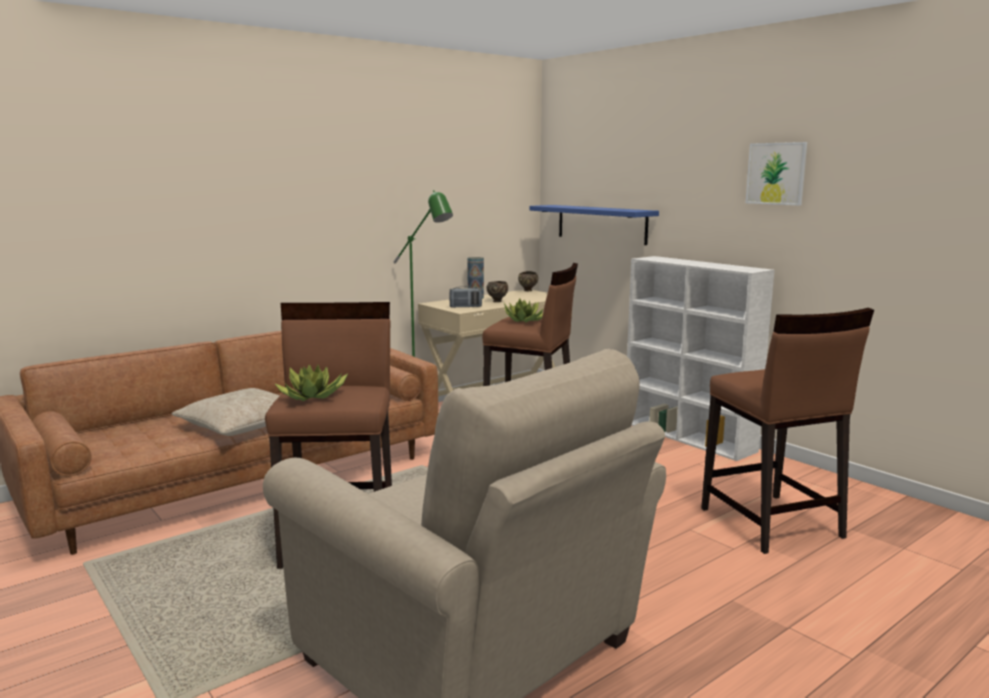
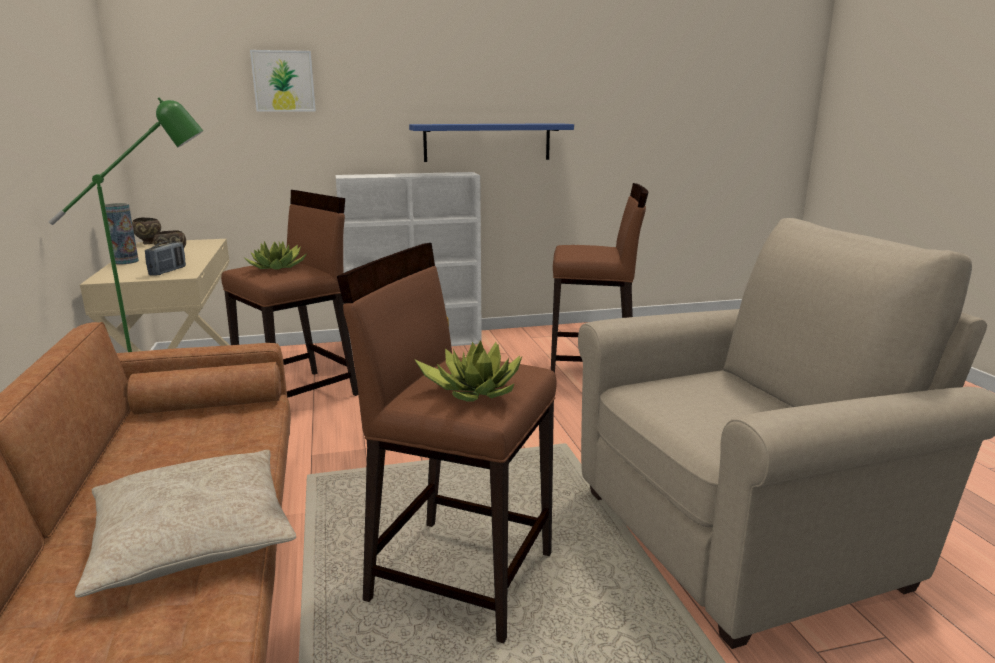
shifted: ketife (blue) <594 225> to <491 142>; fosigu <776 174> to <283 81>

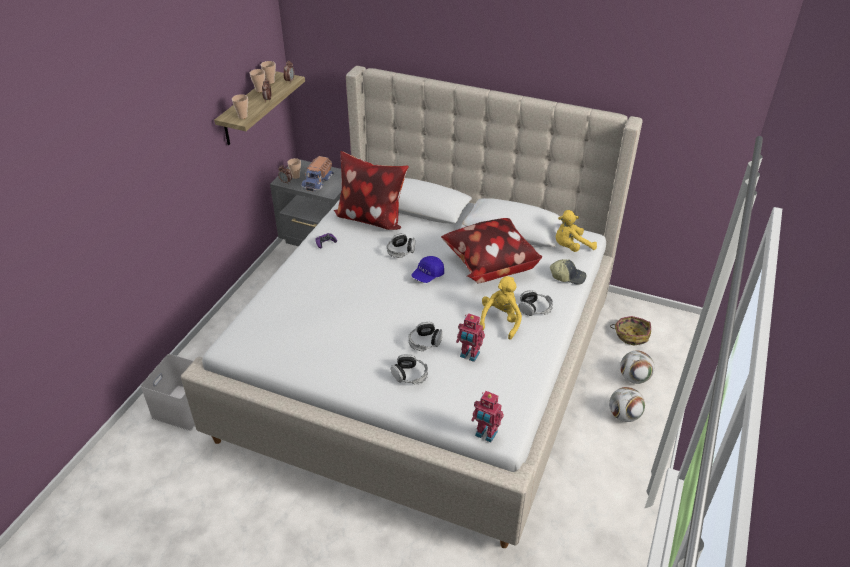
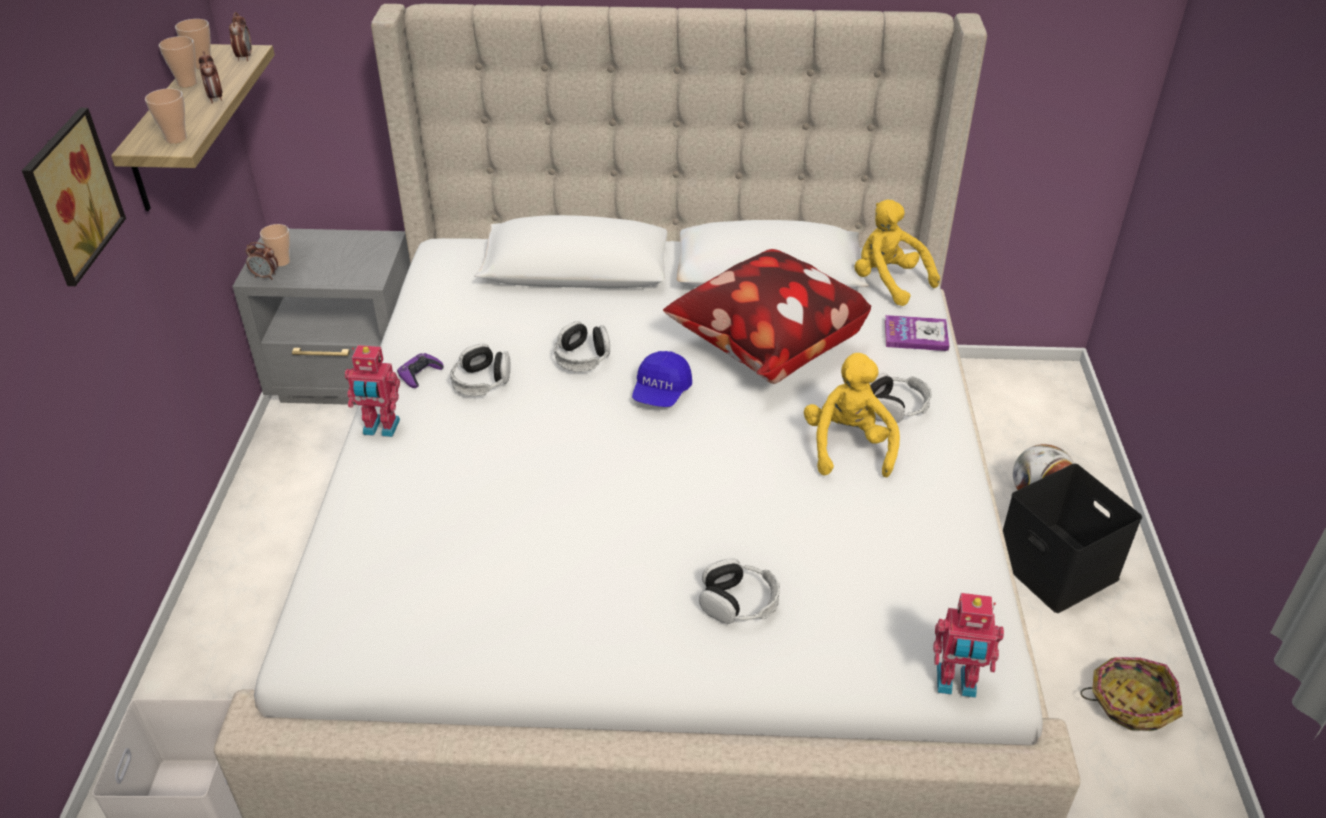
gone: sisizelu <317 174>; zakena <371 190>
new: fosigu <74 197>
shifted: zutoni <426 336> to <480 369>; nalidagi <470 337> to <372 391>; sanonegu <630 331> to <1131 694>
swapped: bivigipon <568 272> to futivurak <917 333>; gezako <627 404> to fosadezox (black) <1072 538>
rotated: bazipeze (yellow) <576 231> = <897 252> 90 degrees clockwise

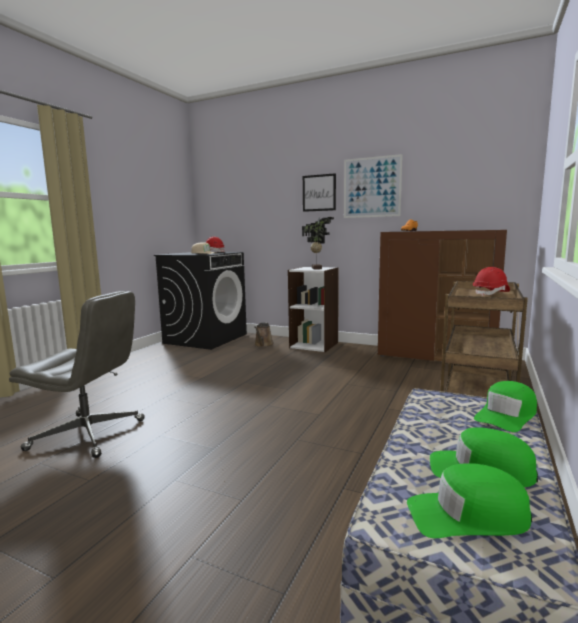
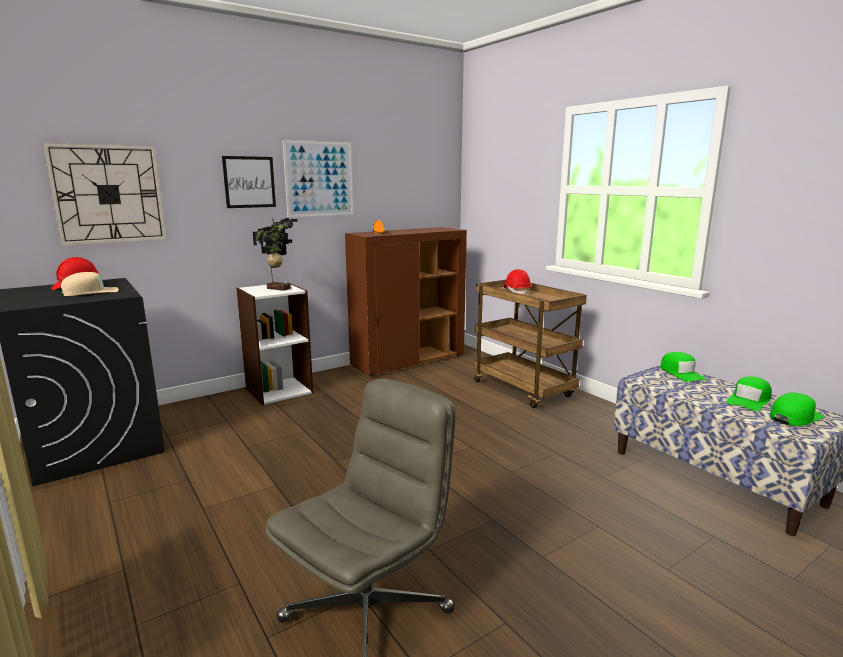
gone: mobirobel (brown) <264 334>
new: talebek <105 194>
rotated: bivigipon (green) <469 500> = <797 409> 150 degrees counterclockwise

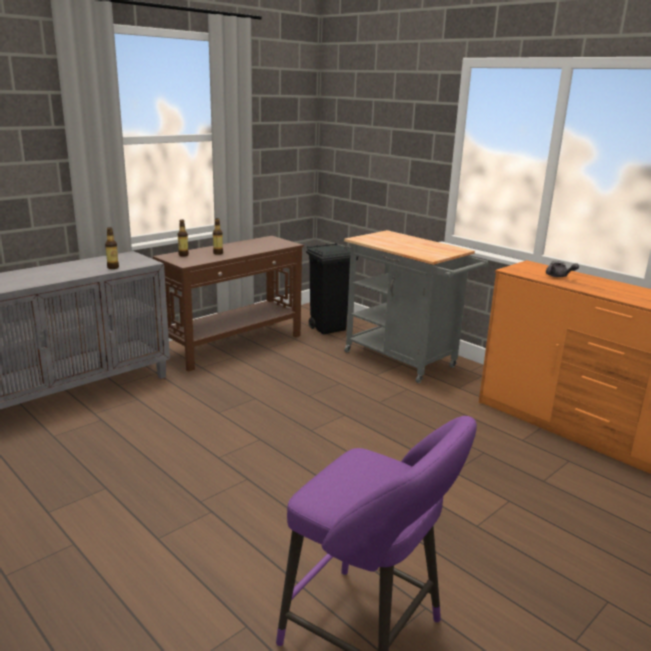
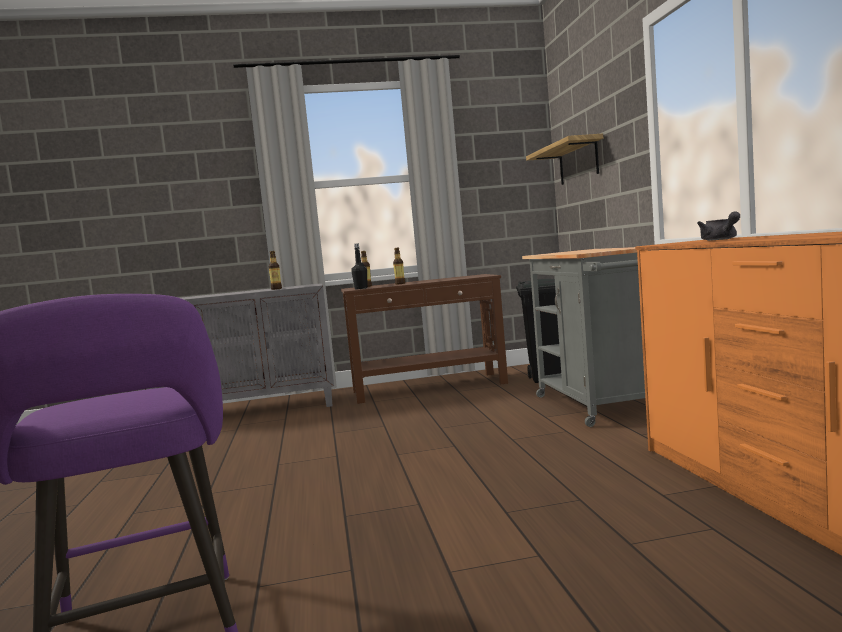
new: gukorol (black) <359 266>; ketife <564 159>

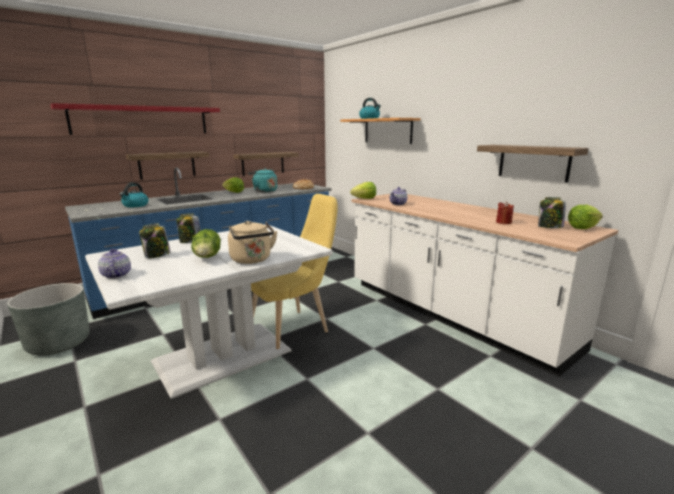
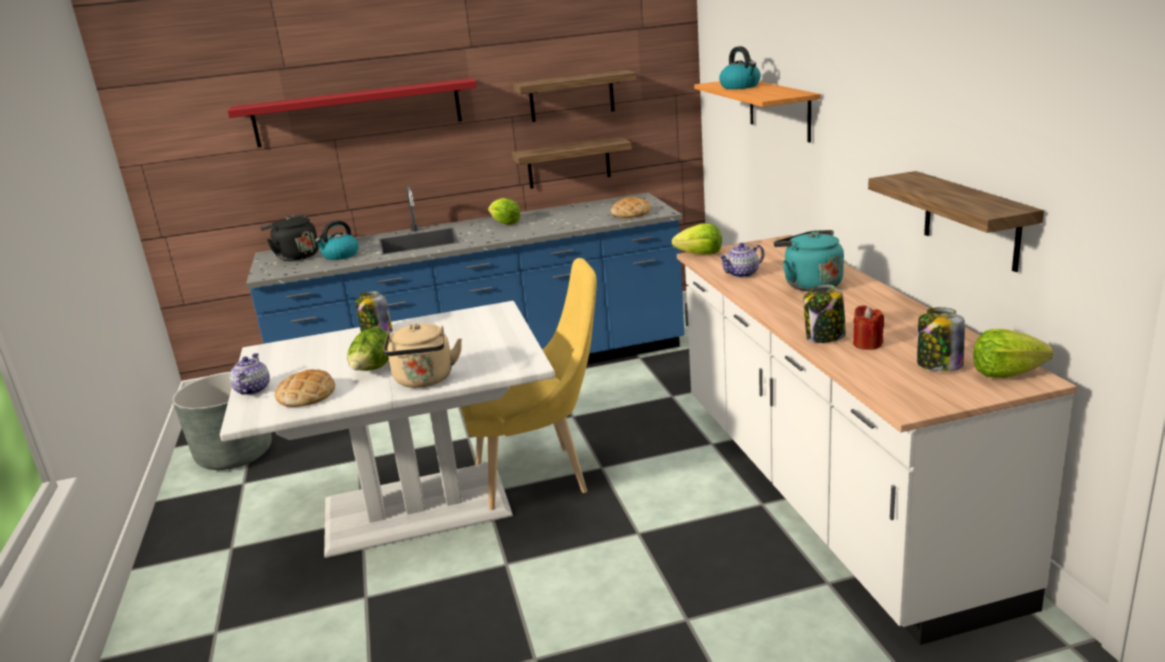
new: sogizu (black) <289 237>; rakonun <305 388>
shifted: ketife <167 166> to <574 96>; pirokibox <155 240> to <825 313>; sogizu (turquoise) <262 180> to <809 261>

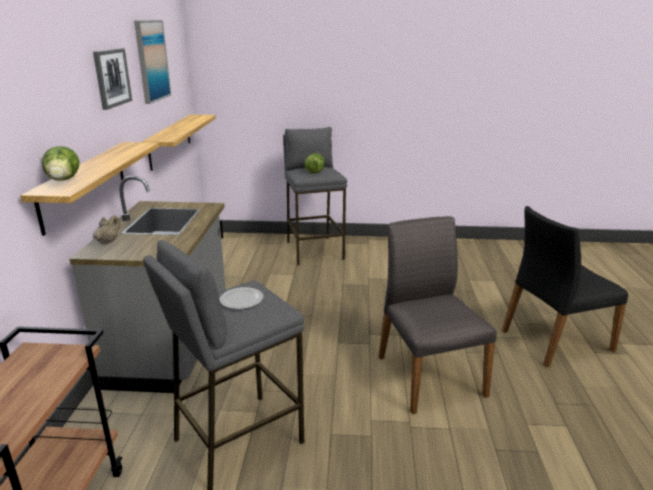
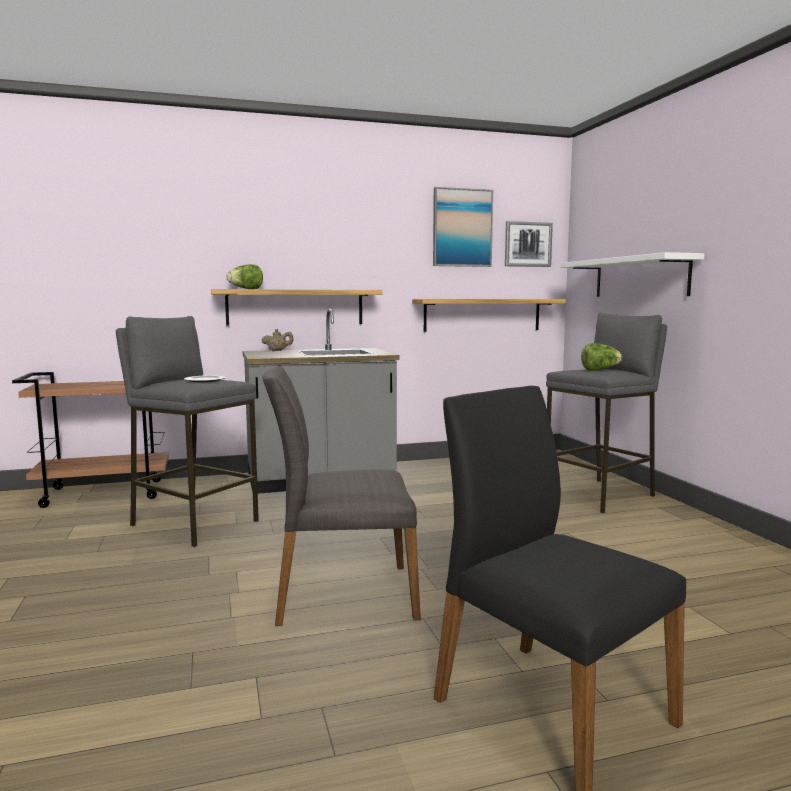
new: ketife (white) <632 274>
shifted: fosigu <112 79> to <529 244>
rotated: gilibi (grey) <437 315> = <342 496> 150 degrees counterclockwise

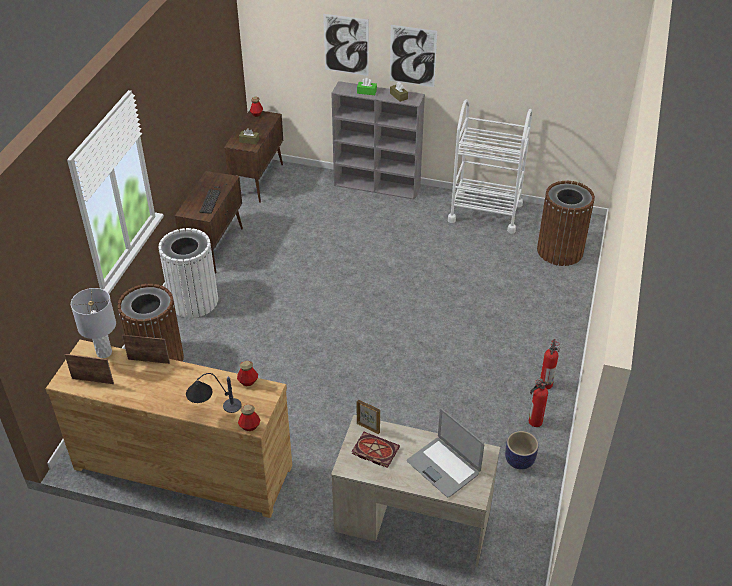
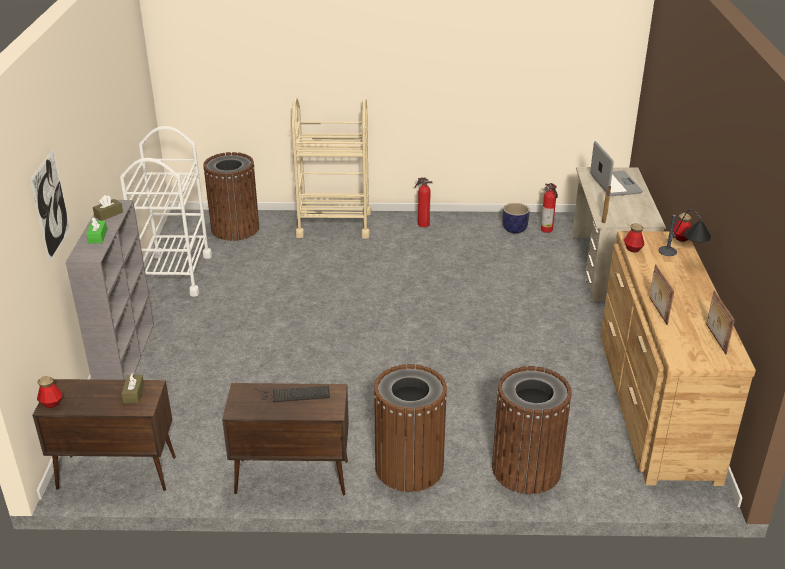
gone: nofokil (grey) <93 323>; futivurak <376 450>; fosigu <413 56>
new: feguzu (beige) <332 168>
shifted: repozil <540 402> to <549 208>
repainted: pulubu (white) <188 273> to pulubu (brown) <410 428>
rotated: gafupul <445 453> = <616 168> 45 degrees counterclockwise

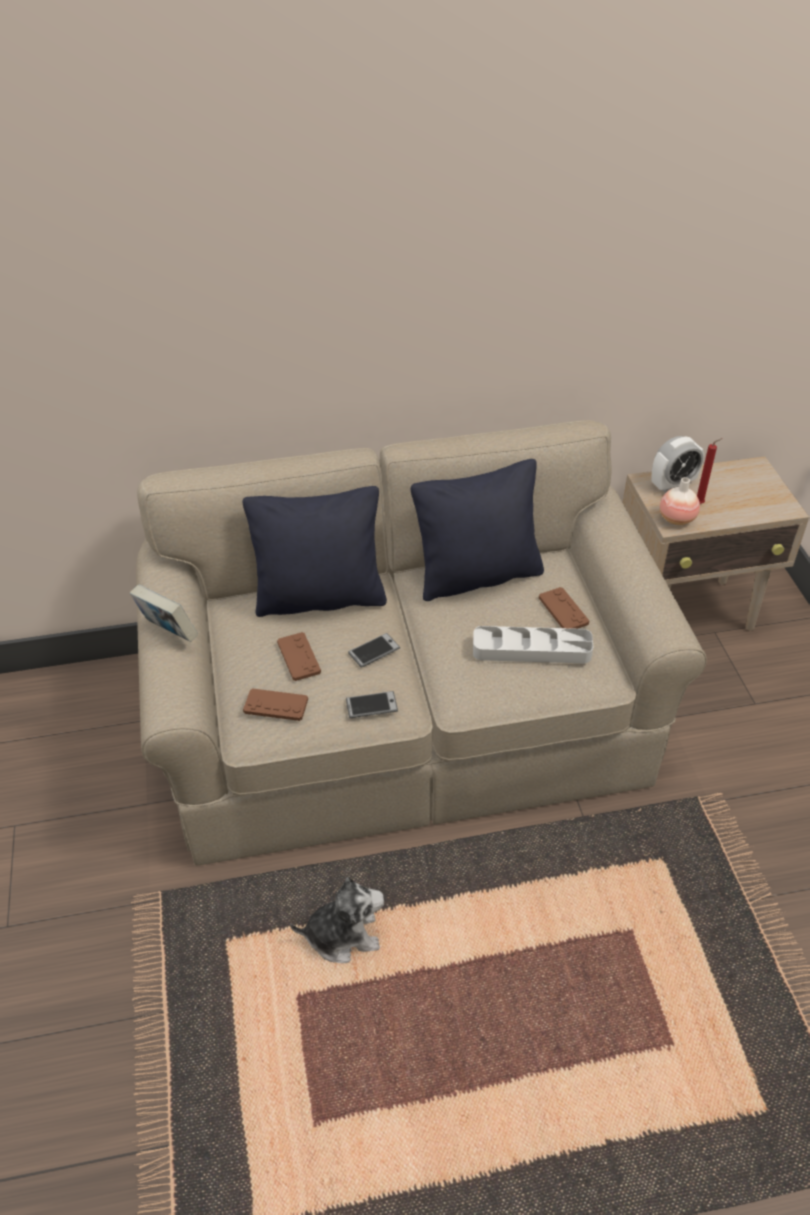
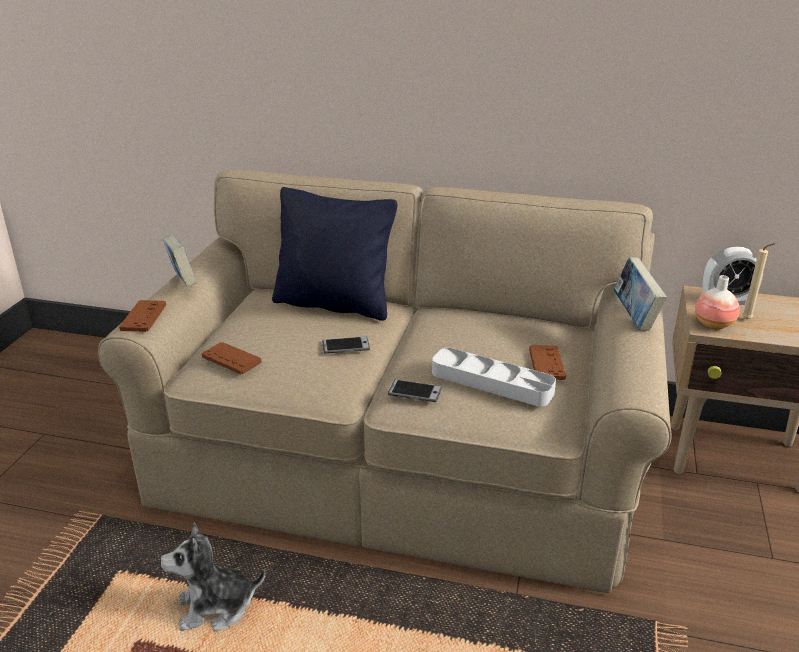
gone: zakena (black) <477 530>
new: futivurak <640 294>
shifted: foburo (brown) <299 656> to <142 316>; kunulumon <372 704> to <415 390>
repainted: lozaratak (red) <709 471> to lozaratak (beige) <758 281>
rotated: bazipeze <337 920> = <212 577> 150 degrees clockwise

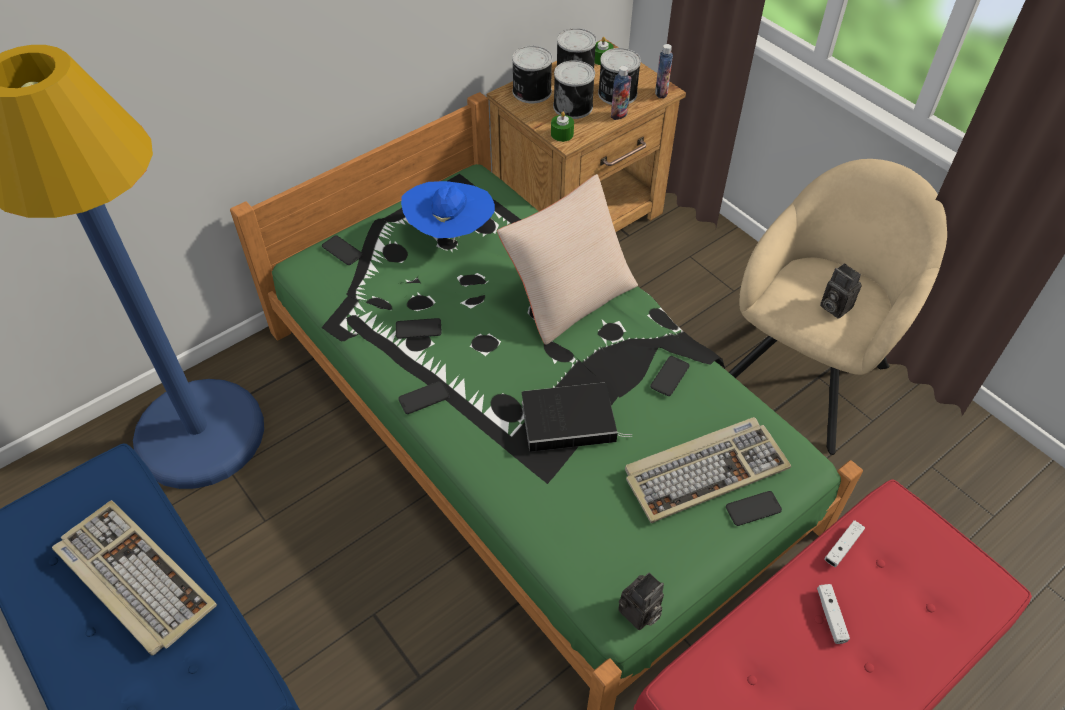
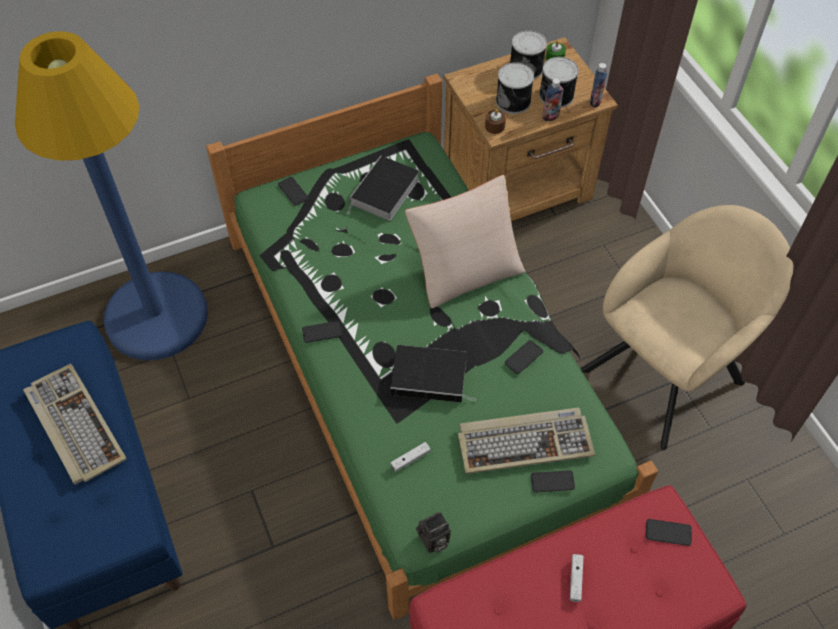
gone: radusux <532 74>; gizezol <841 291>
shifted: kunulumon <419 328> to <669 532>; foburo (white) <844 543> to <410 457>
swapped: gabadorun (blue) <448 212> to futivurak <383 188>
repainted: lozaratak (green) <562 127> to lozaratak (brown) <495 121>

